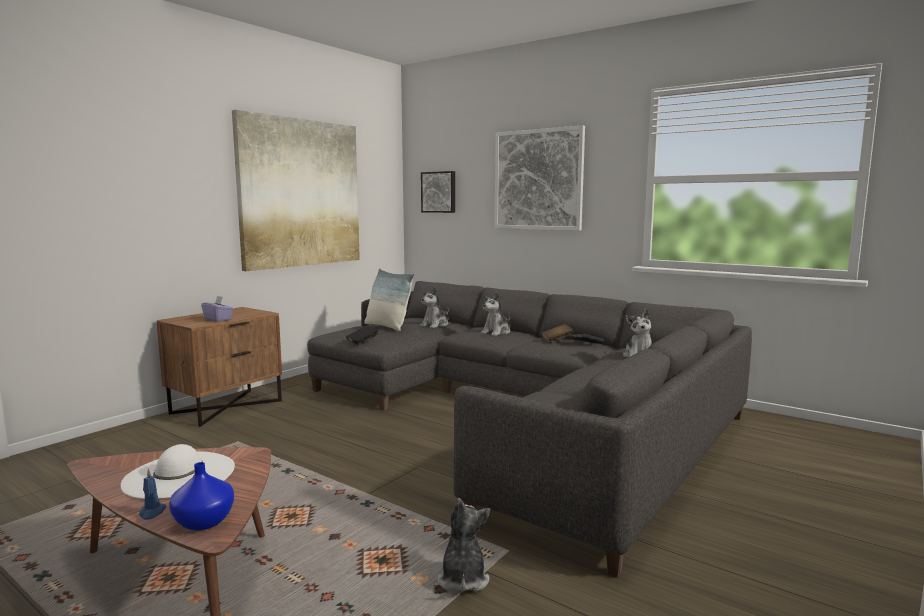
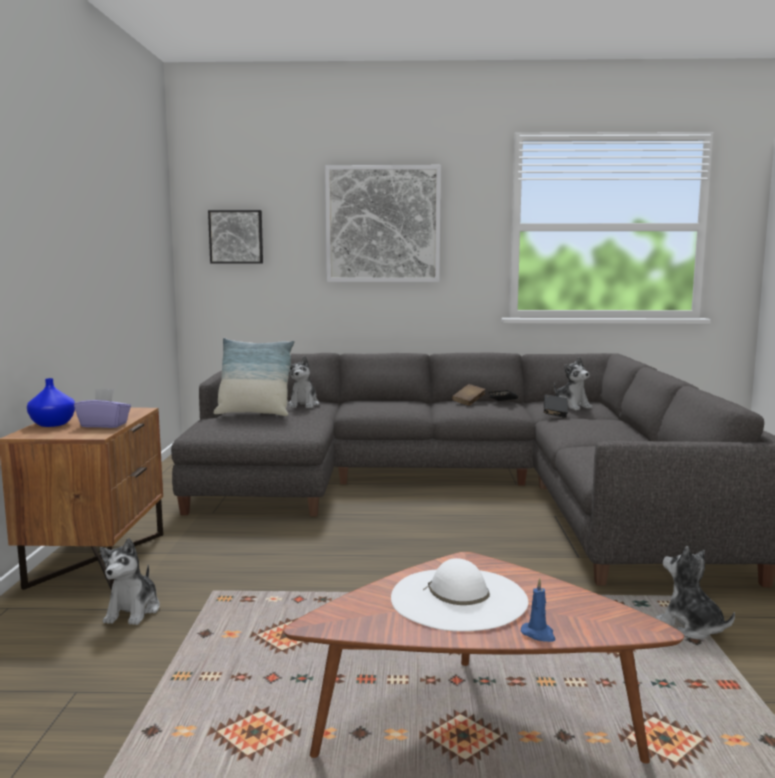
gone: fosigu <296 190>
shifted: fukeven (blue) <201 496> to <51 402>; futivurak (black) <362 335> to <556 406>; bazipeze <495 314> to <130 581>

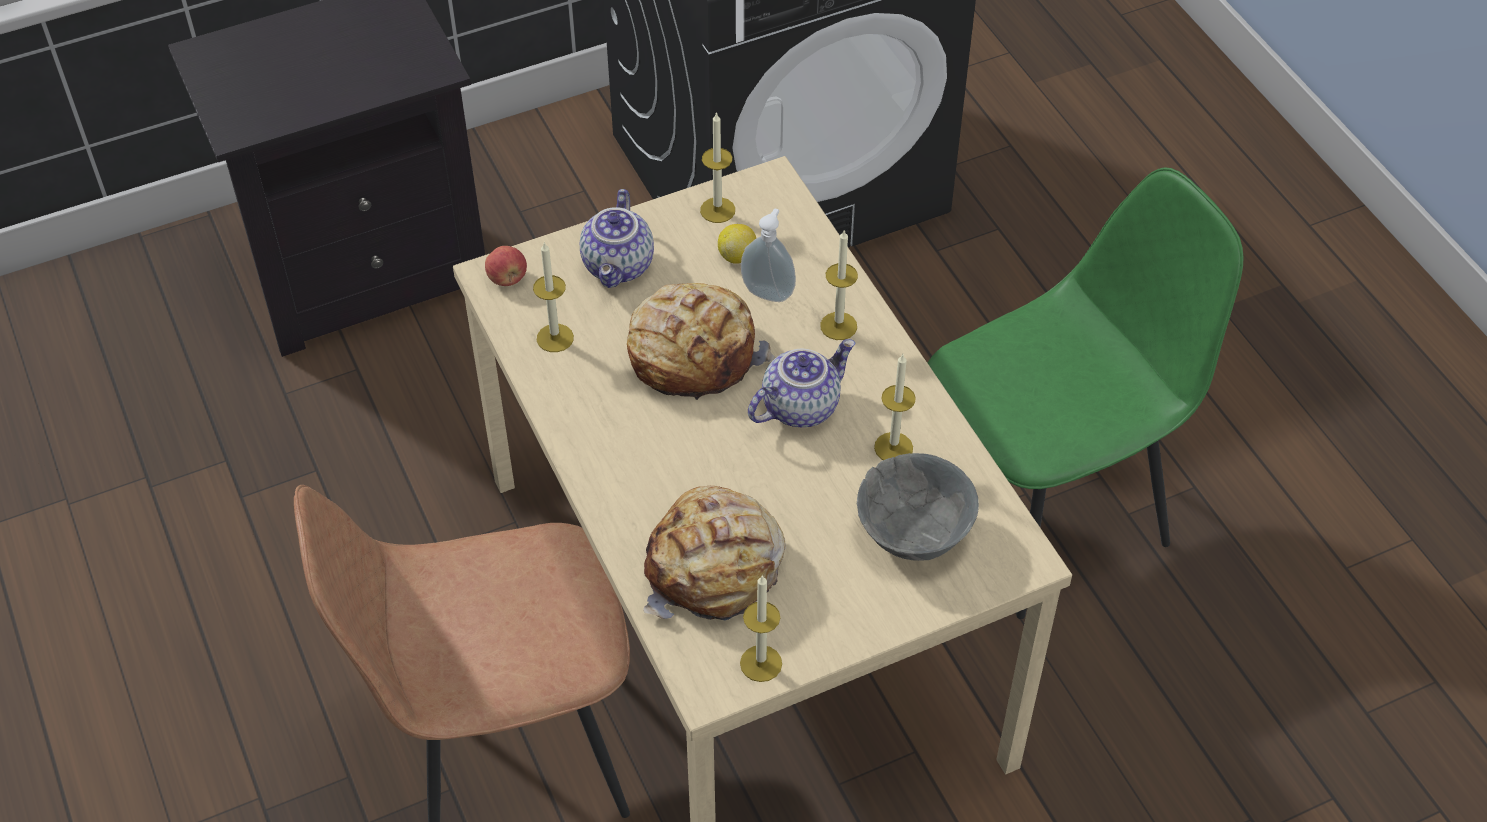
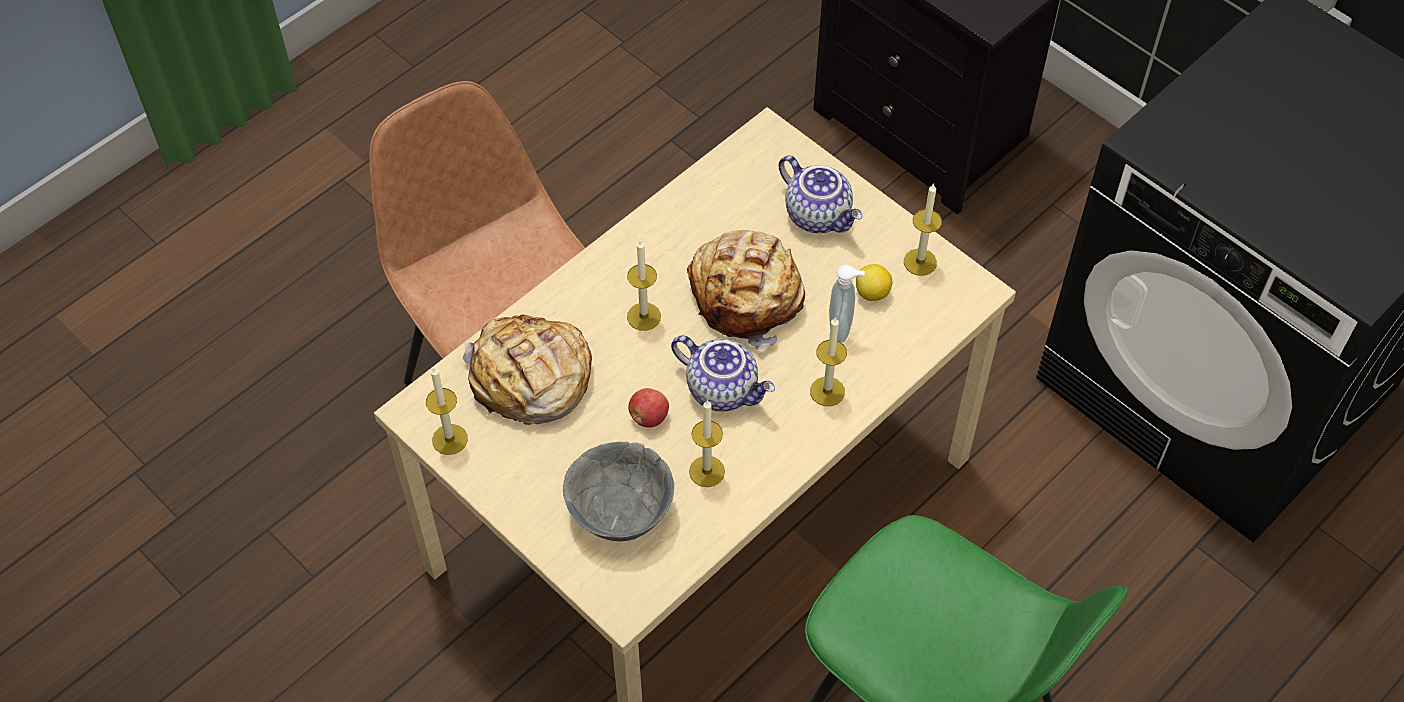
shifted: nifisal <506 266> to <648 408>; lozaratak <553 297> to <644 285>
rotated: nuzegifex <617 238> = <820 194> 120 degrees counterclockwise

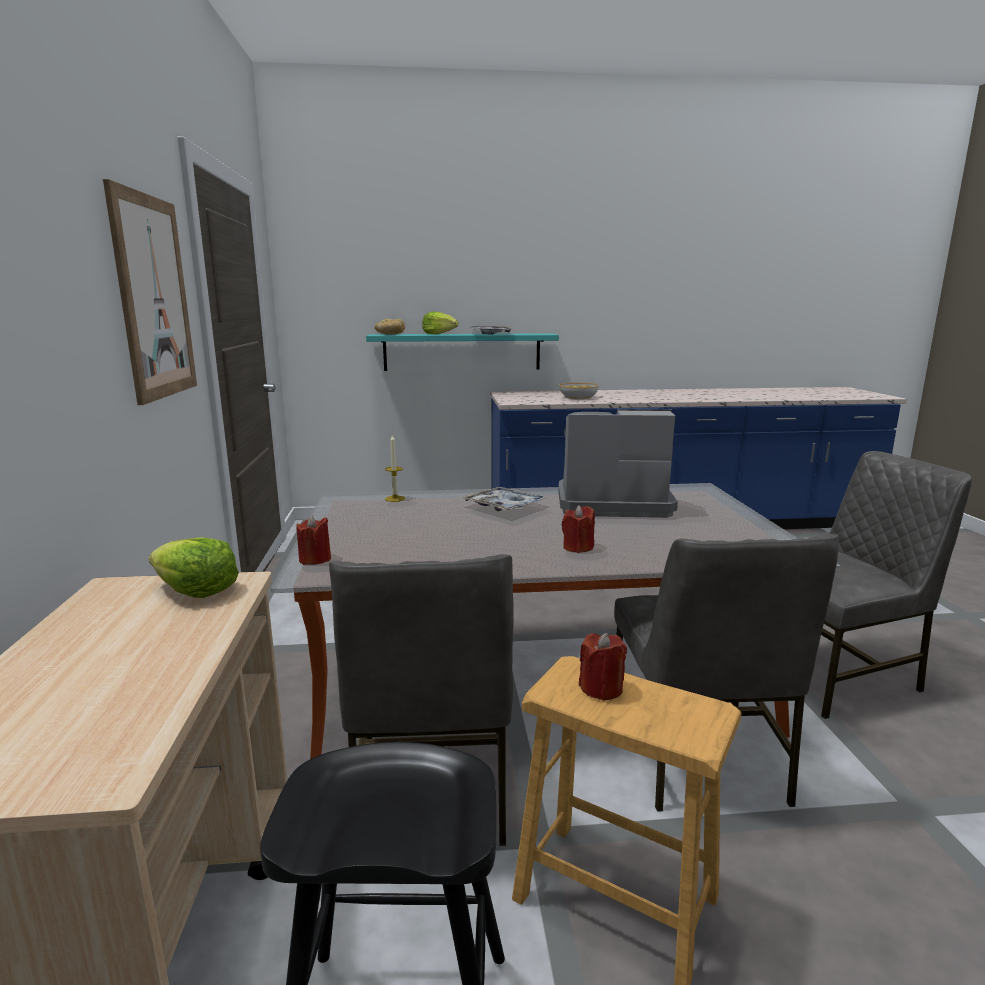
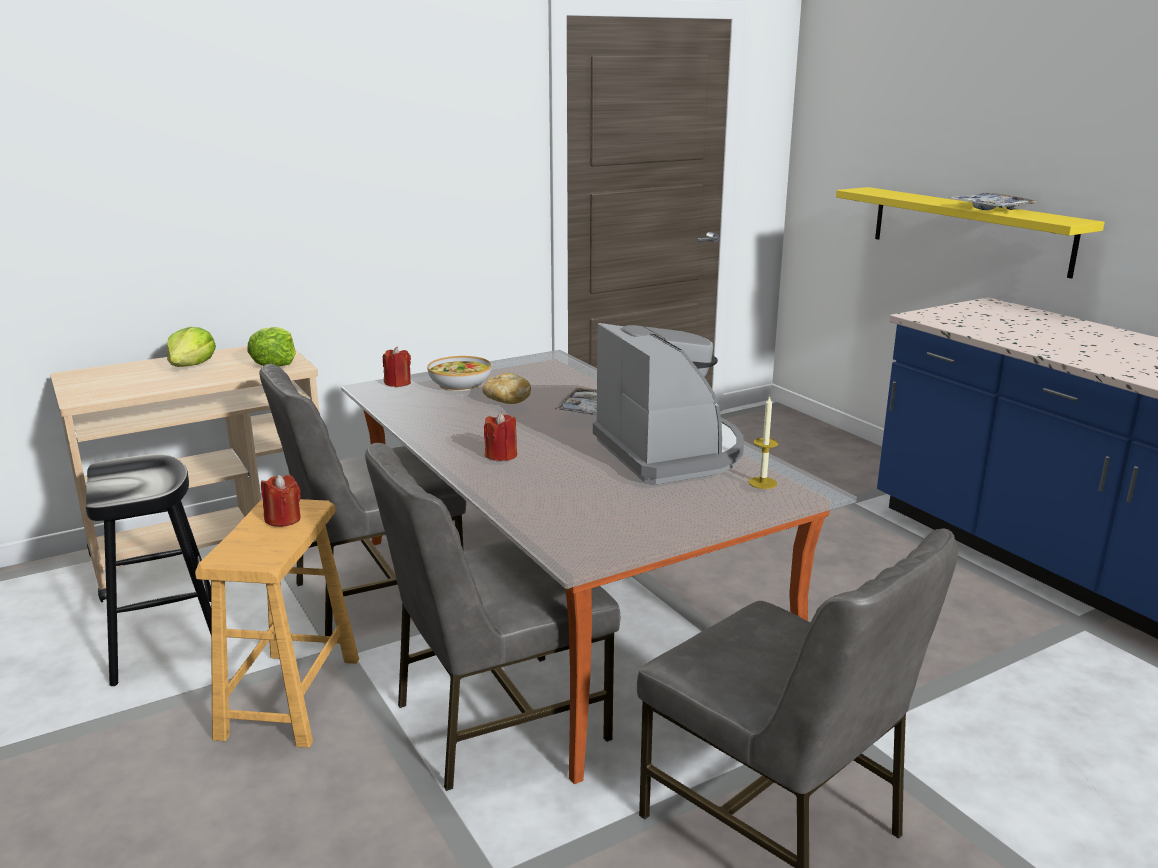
gone: fosigu <150 292>
shifted: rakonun <390 327> to <506 388>; lozaratak <395 468> to <764 442>; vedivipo <440 323> to <191 347>; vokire <579 391> to <459 373>
repainted: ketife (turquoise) <462 352> to ketife (yellow) <970 233>

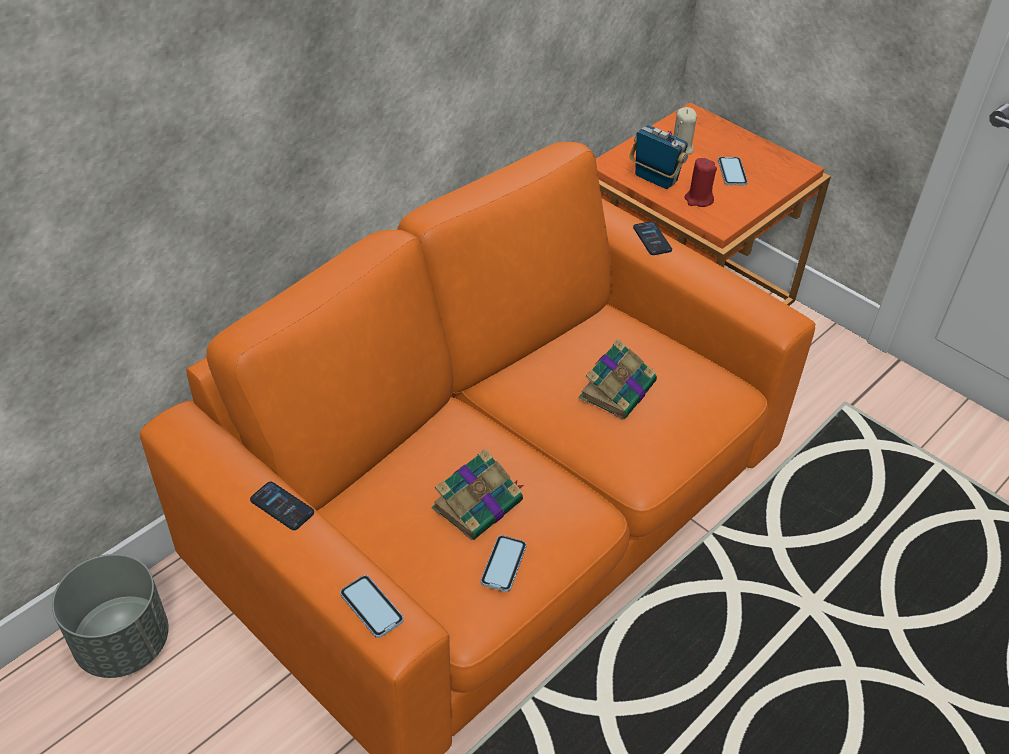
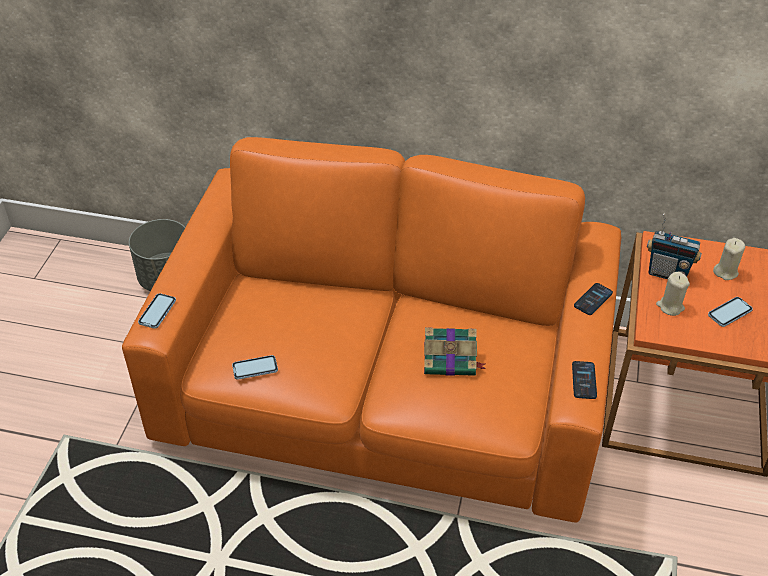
gone: futivurak <478 494>
shifted: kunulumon <282 506> to <584 380>
repainted: lozaratak (red) <700 182> to lozaratak (beige) <673 294>
rotated: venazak <658 155> = <674 246> 105 degrees clockwise

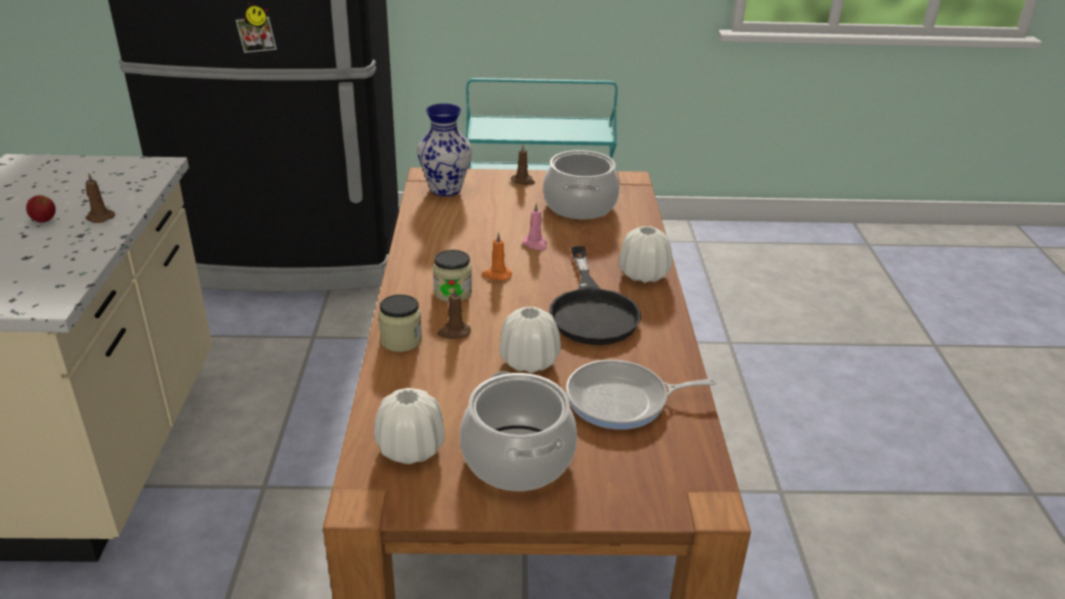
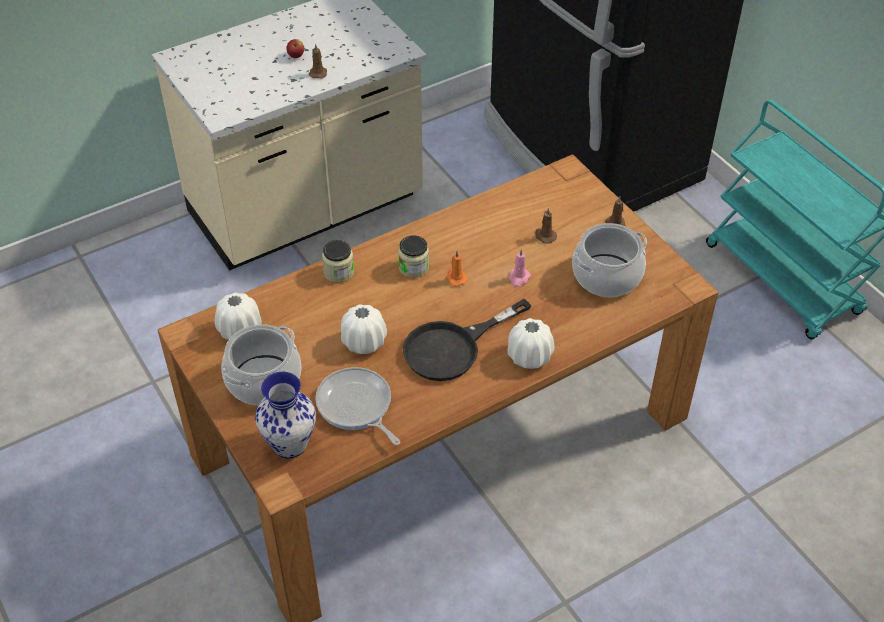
shifted: fukeven <444 149> to <285 415>; lozaratak (brown) <454 313> to <546 226>

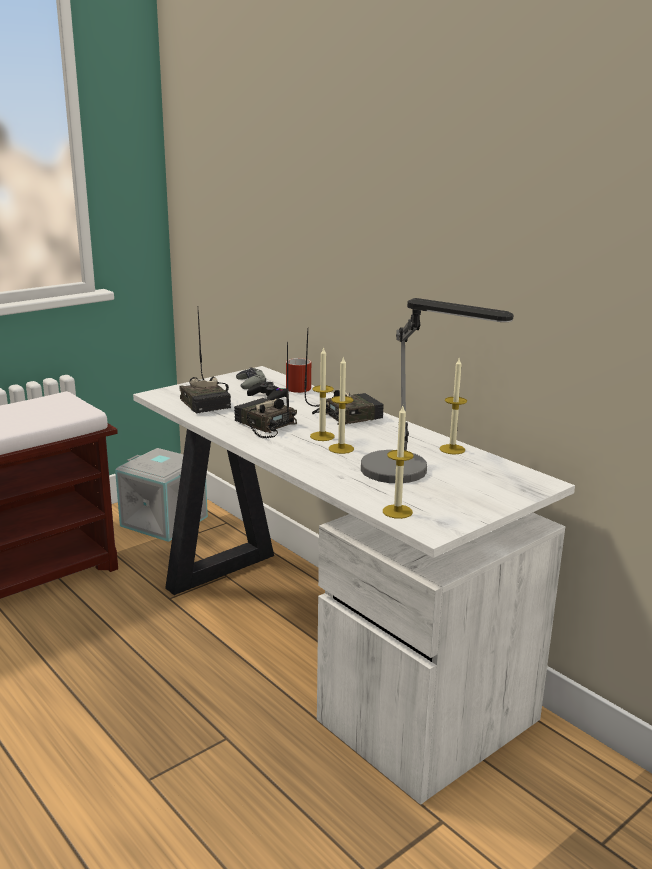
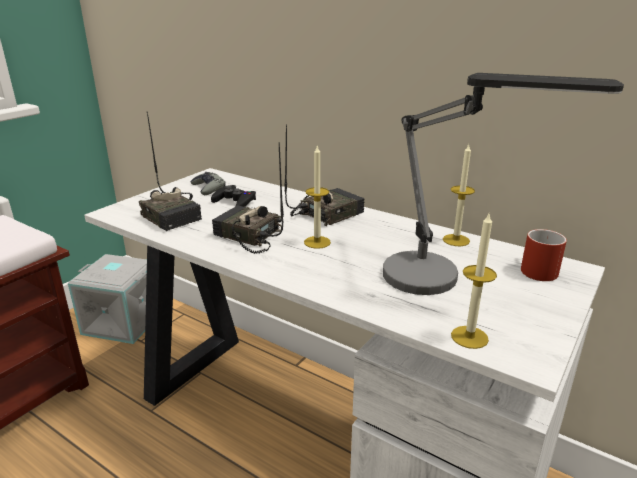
gone: lozaratak <341 405>
shifted: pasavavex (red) <298 375> to <544 255>

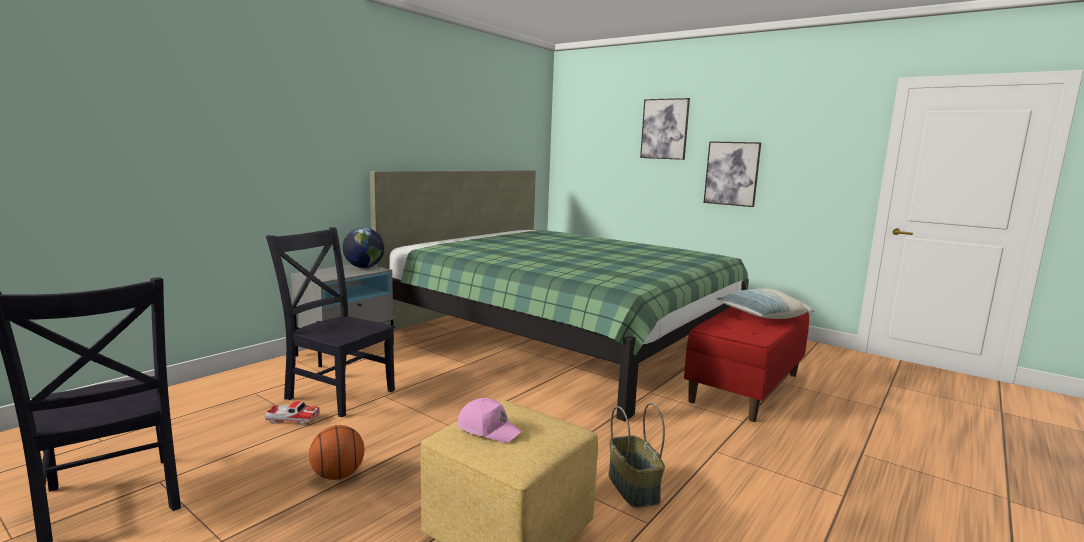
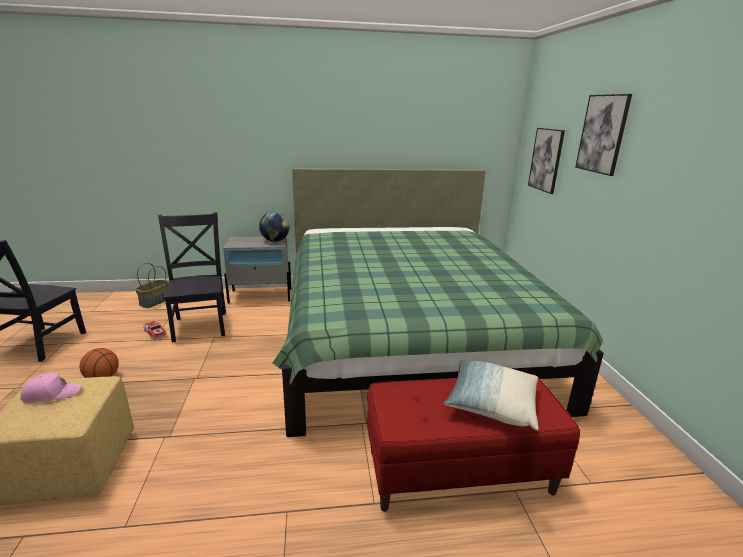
shifted: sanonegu <637 455> to <152 285>; fosigu <732 174> to <546 161>
rotated: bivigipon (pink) <490 420> = <51 388> 90 degrees counterclockwise

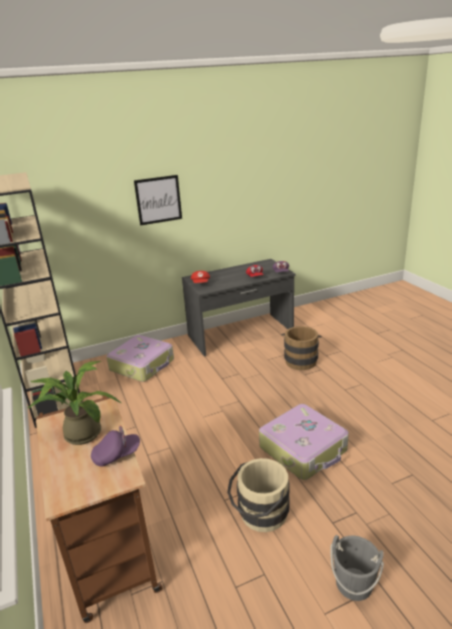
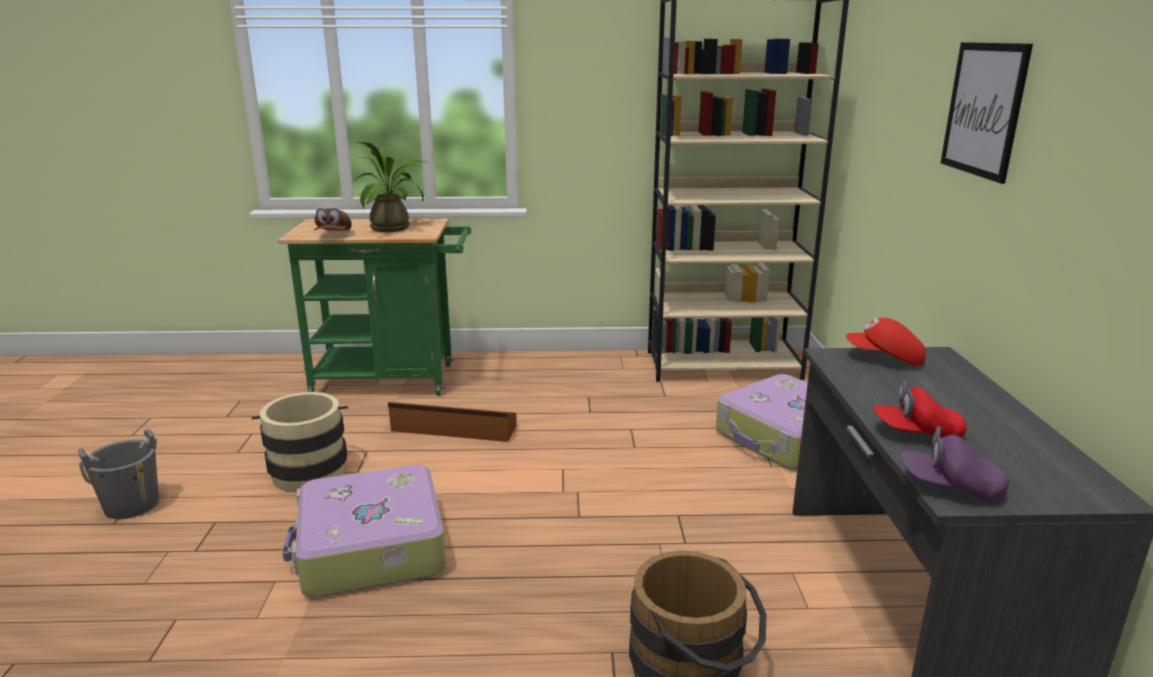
new: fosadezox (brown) <452 422>
repainted: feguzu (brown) <99 509> to feguzu (green) <374 307>; bivigipon (purple) <115 446> to bivigipon (brown) <333 219>

